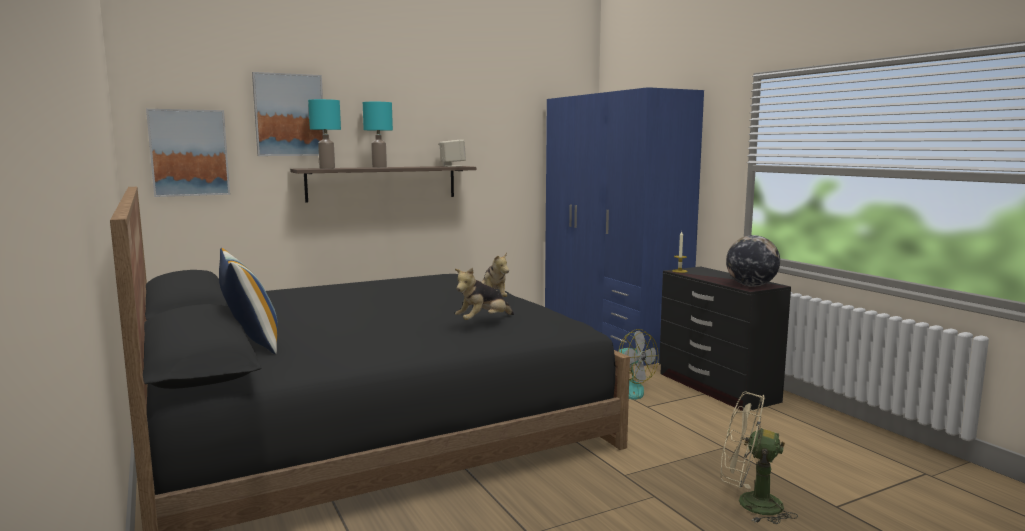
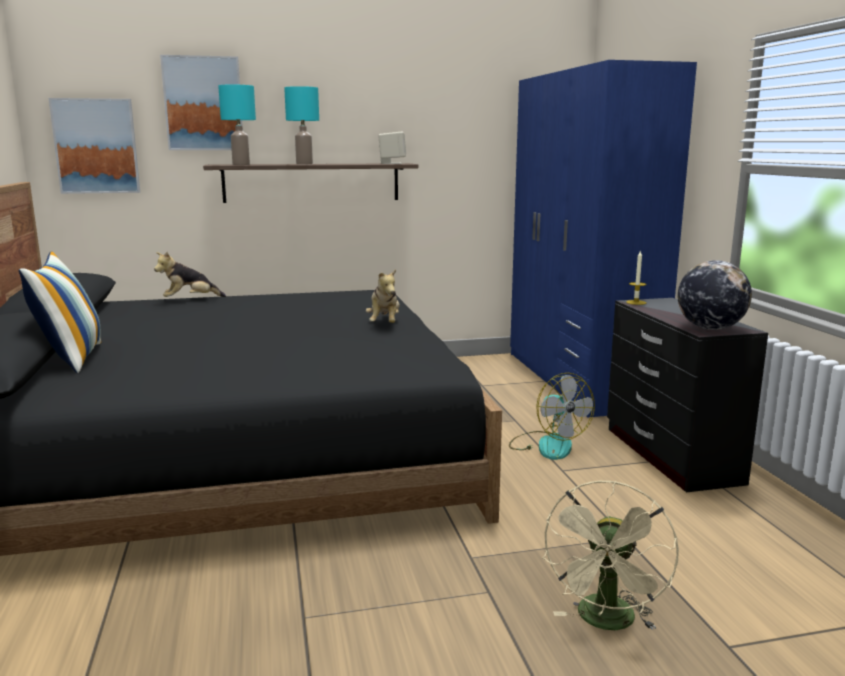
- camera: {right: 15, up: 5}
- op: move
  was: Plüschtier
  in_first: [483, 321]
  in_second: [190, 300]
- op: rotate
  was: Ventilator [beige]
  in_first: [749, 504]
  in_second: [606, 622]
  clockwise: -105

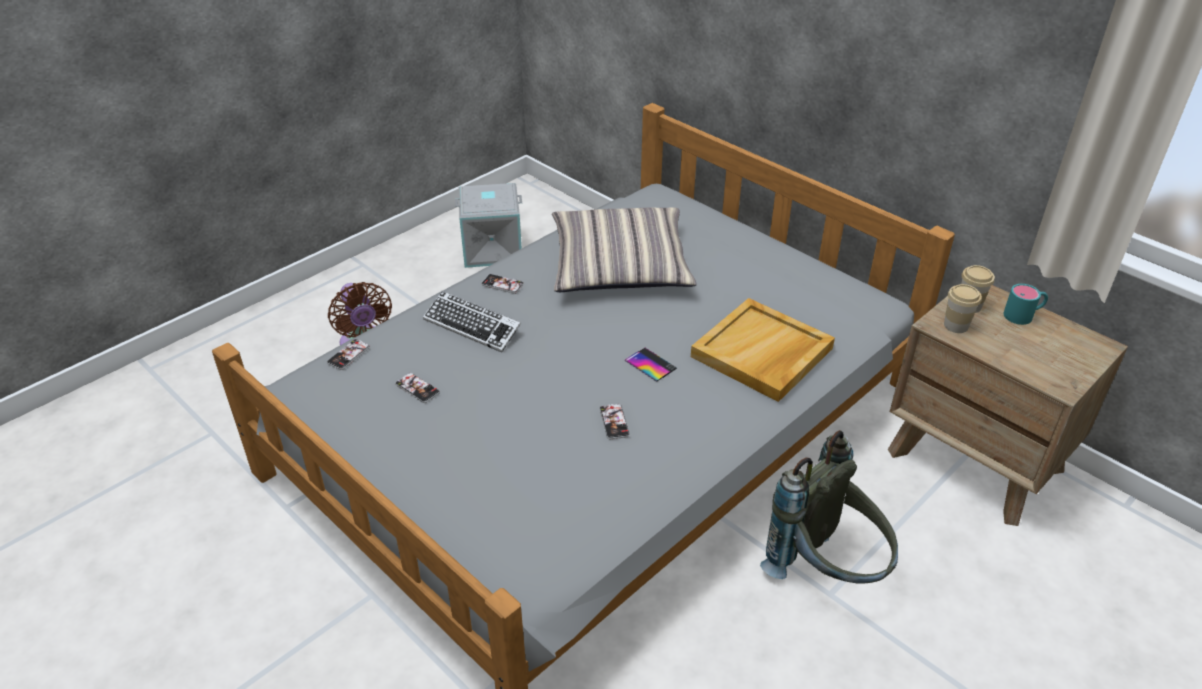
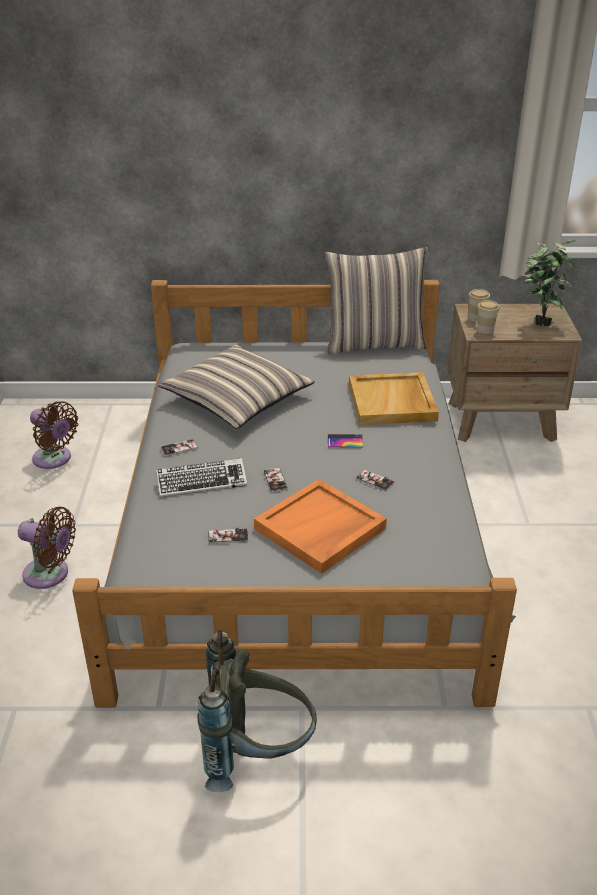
- camera: {right: -45, up: -5}
- op: replace
  was: Aufbewahrungsbox [grau]
  now: Ventilator [braun]
  in_first: [493, 248]
  in_second: [54, 459]
- op: delete
  was: Henkelbecher [türkis]
  in_first: [1024, 315]
- op: move
  was: Handy
  in_first: [348, 355]
  in_second: [275, 481]
- op: move
  was: Rucksack [grau]
  in_first: [827, 571]
  in_second: [257, 754]
- op: insert
  now: Topfpflanze
  in_second: [540, 321]
- op: insert
  now: Kissen
  in_second: [375, 343]
- op: insert
  now: Tablett [orange]
  in_second: [320, 529]

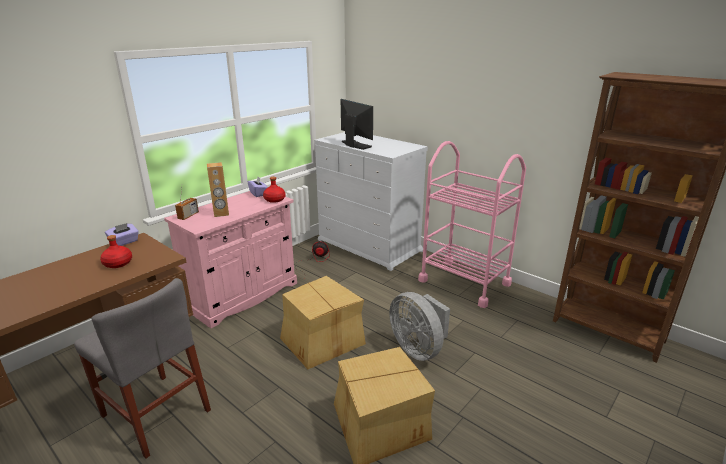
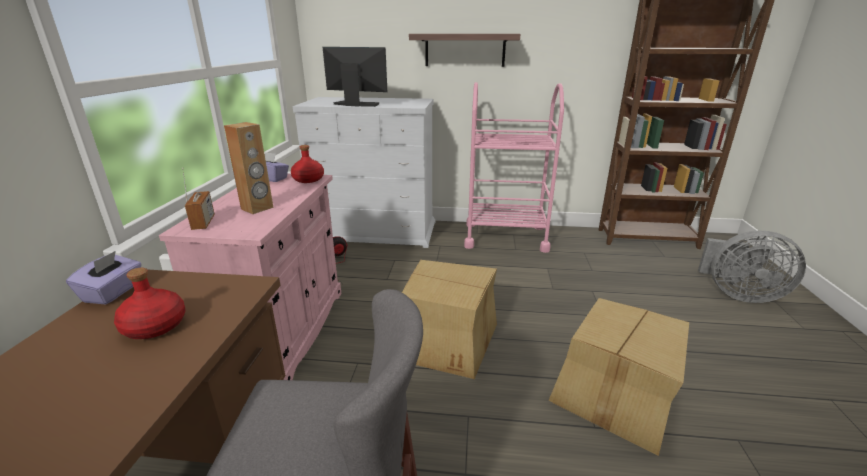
- camera: {right: -35, up: 0}
- op: move
  was: Ventilator [grau]
  in_first: [418, 348]
  in_second: [738, 294]
- op: insert
  now: Wandregal
  in_second: [465, 50]

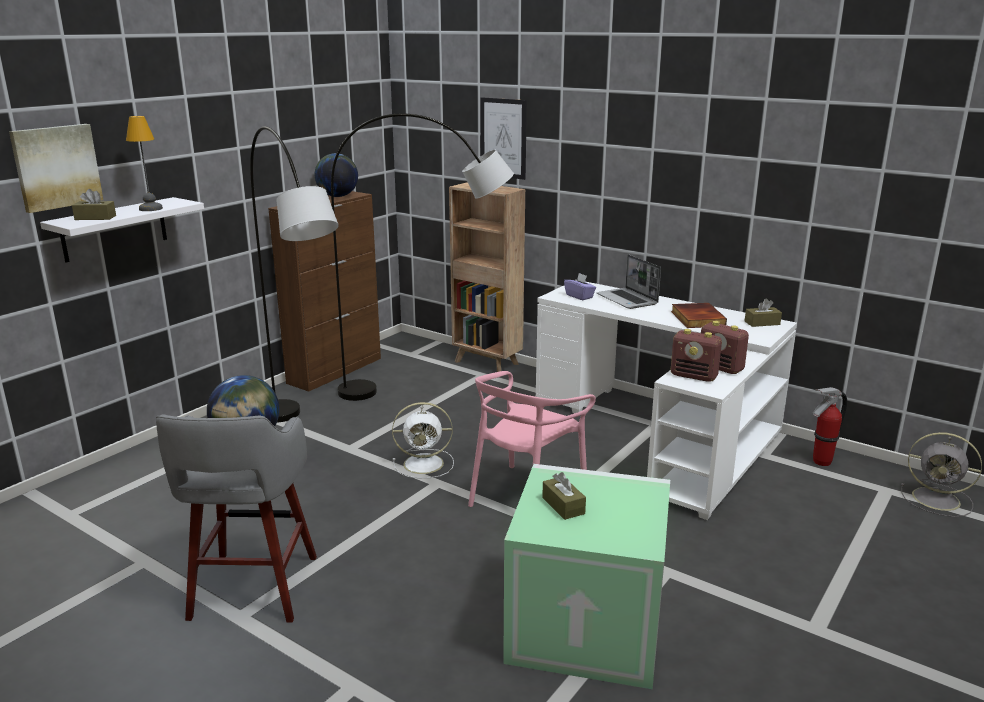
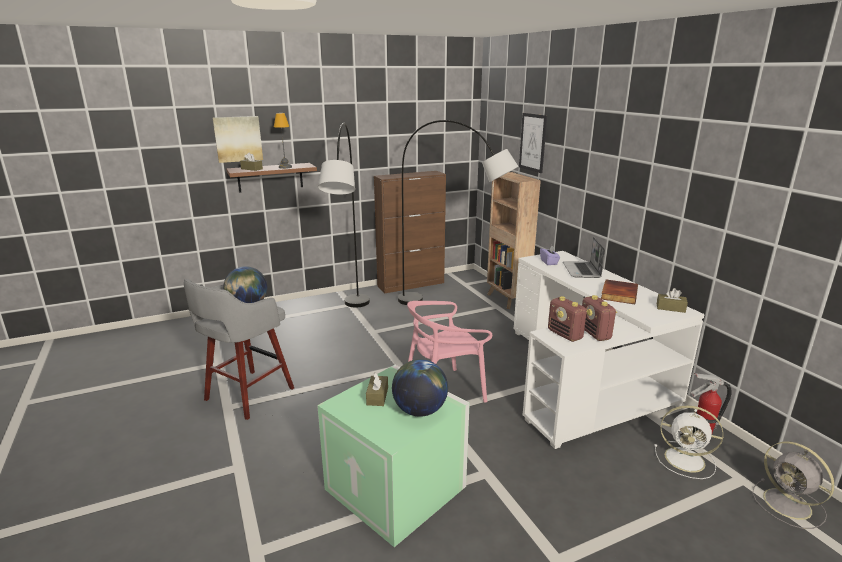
- camera: {right: 30, up: 0}
- op: move
  was: Globus
  in_first: [337, 196]
  in_second: [419, 410]
- op: recolor
  was: Wandregal [weiß]
  now: Wandregal [braun]
  in_first: [114, 229]
  in_second: [270, 177]
- op: move
  was: Ventilator [weiß]
  in_first: [425, 464]
  in_second: [686, 460]

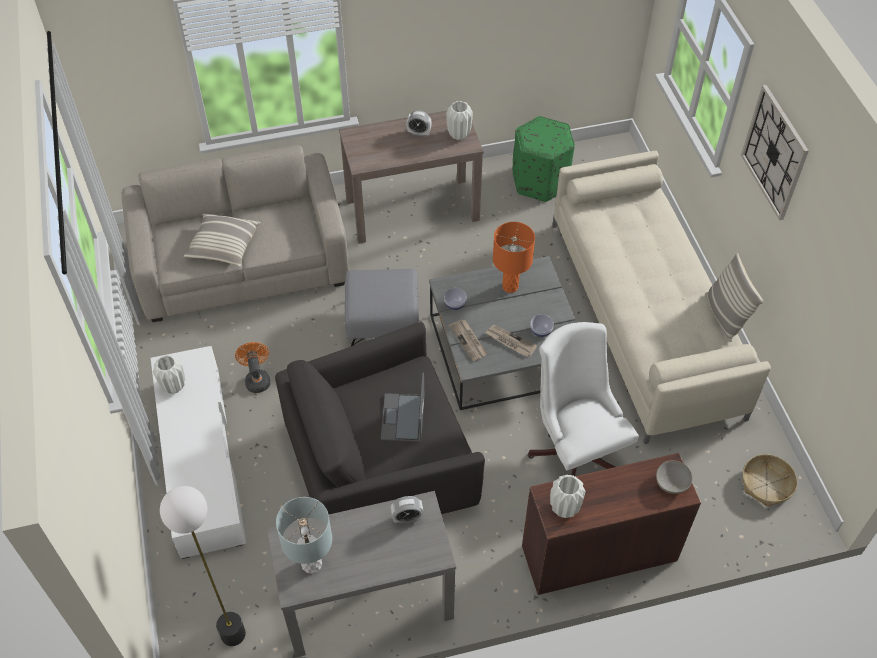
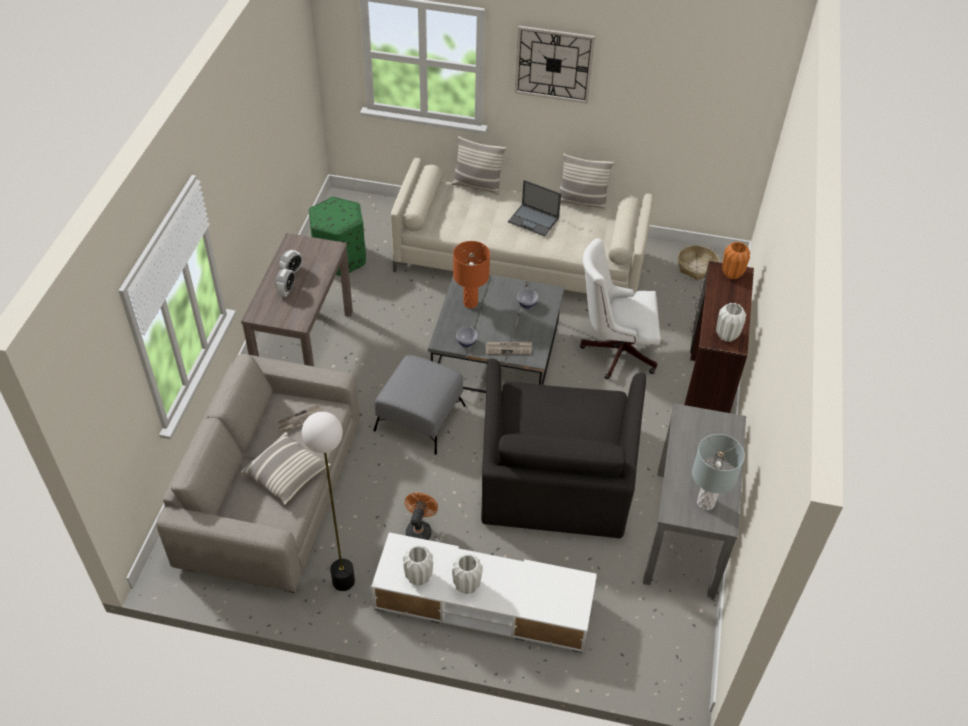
- camera: {right: -65, up: -5}
- op: move
  was: Vase [weiß]
  in_first: [458, 134]
  in_second: [467, 586]
- op: move
  was: Zeitung
  in_first: [510, 342]
  in_second: [301, 420]
- op: rotate
  was: Ventilator [orange]
  in_first: [257, 379]
  in_second: [419, 529]
  clockwise: 90
- op: move
  was: Laptop
  in_first: [403, 418]
  in_second: [534, 220]
- op: replace
  was: Schüssel [grau]
  now: Vase [orange]
  in_first: [672, 483]
  in_second: [732, 274]
- op: move
  was: Stehlampe
  in_first: [232, 634]
  in_second: [343, 581]
- op: move
  was: Wecker
  in_first: [407, 518]
  in_second: [286, 291]
- op: insert
  now: Kissen
  in_second: [477, 186]

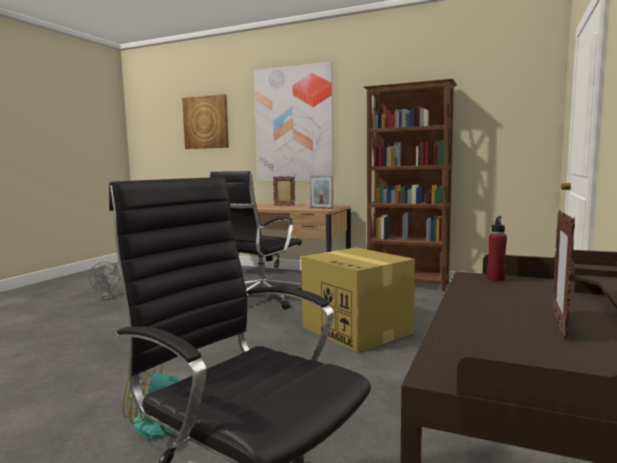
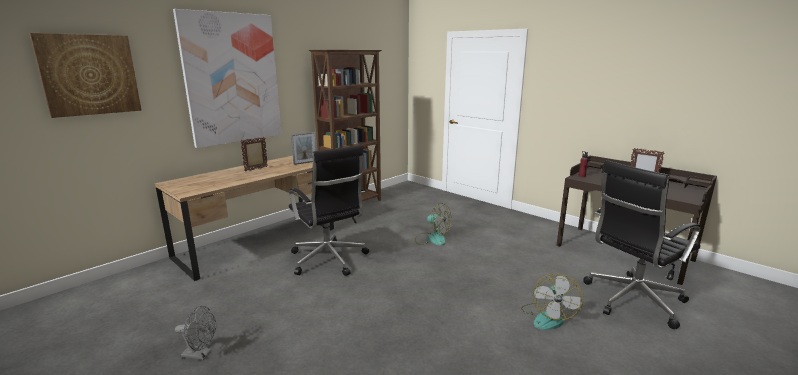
- camera: {right: -70, up: 10}
- op: replace
  was: Karton
  now: Ventilator
  in_first: [358, 330]
  in_second: [432, 238]

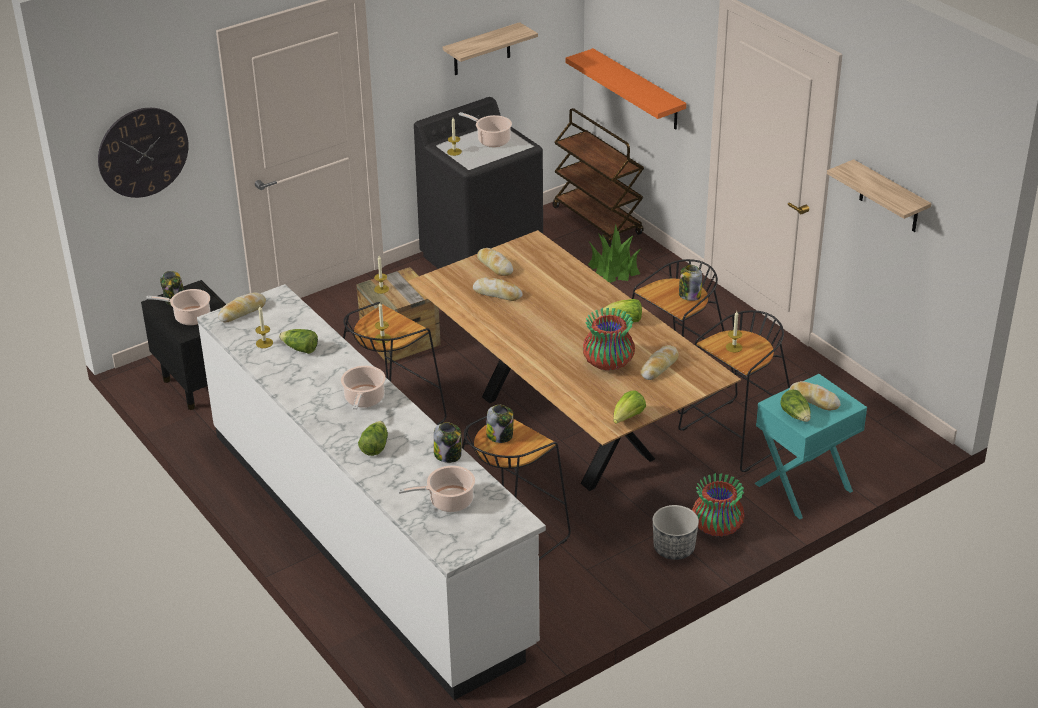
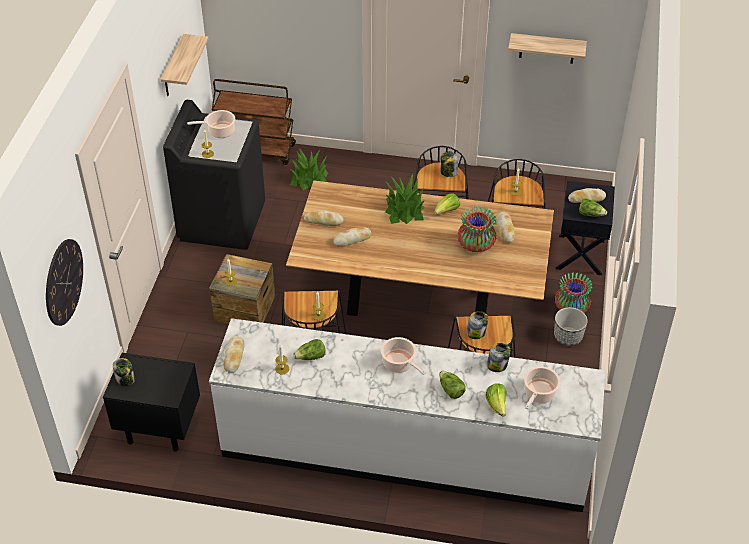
- camera: {right: -45, up: 10}
- op: delete
  was: Wandregal [orange]
  in_first: [638, 90]
- op: delete
  was: Kochtopf
  in_first: [190, 317]
- op: recolor
  was: Nachttisch [türkis]
  now: Nachttisch [schwarz]
  in_first: [804, 488]
  in_second: [581, 255]
- op: move
  was: Salatkopf
  in_first: [627, 418]
  in_second: [497, 405]
- op: insert
  now: Topfpflanze
  in_second: [404, 209]

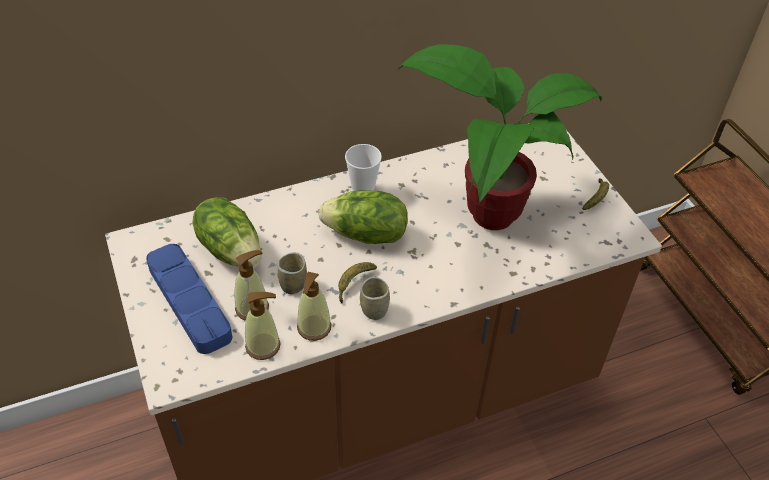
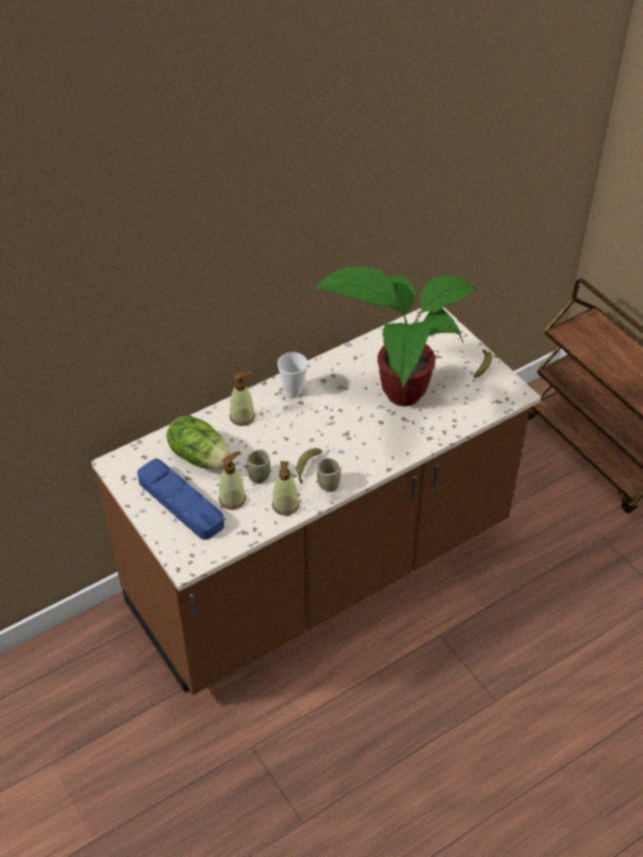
- camera: {right: -10, up: 0}
- op: delete
  was: Salatkopf
  in_first: [366, 235]
- op: move
  was: Seifenspender
  in_first: [263, 346]
  in_second: [242, 417]

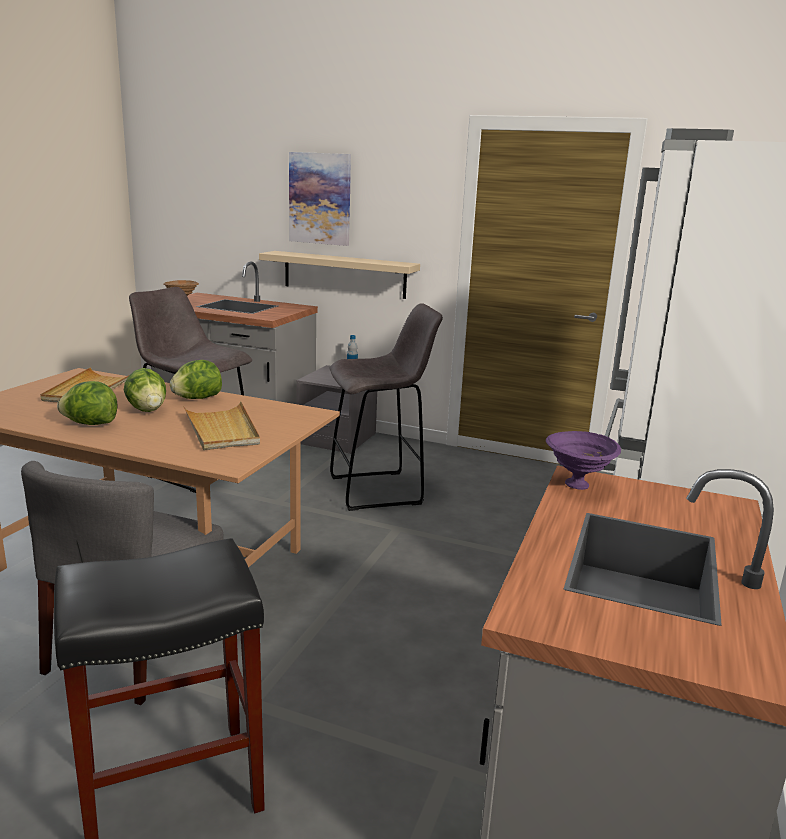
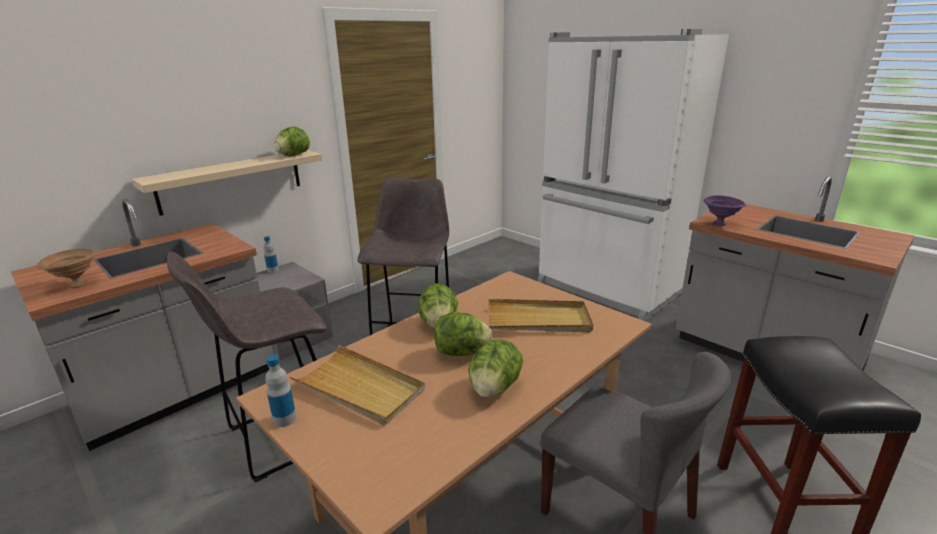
- camera: {right: -65, up: 5}
- op: delete
  was: Bild
  in_first: [320, 199]
- op: insert
  now: Salatkopf
  in_second: [293, 155]
- op: insert
  now: Flasche
  in_second: [284, 419]

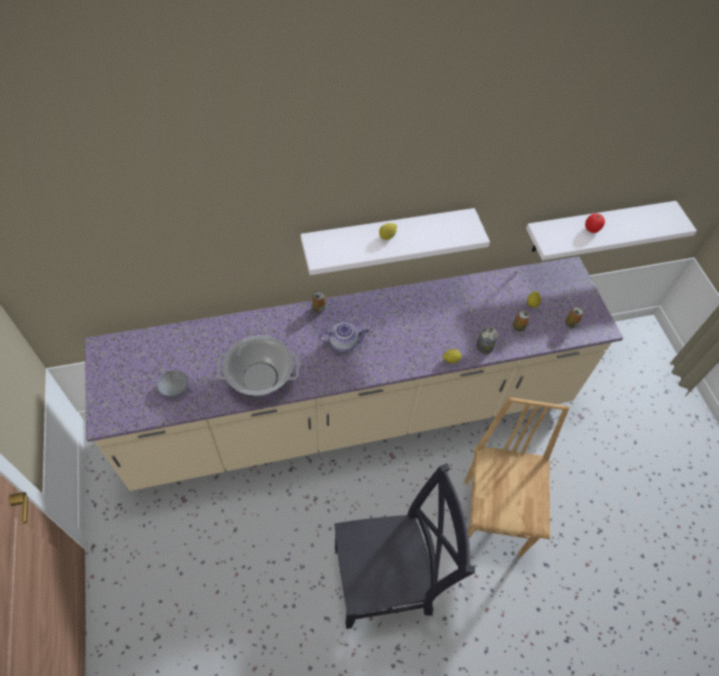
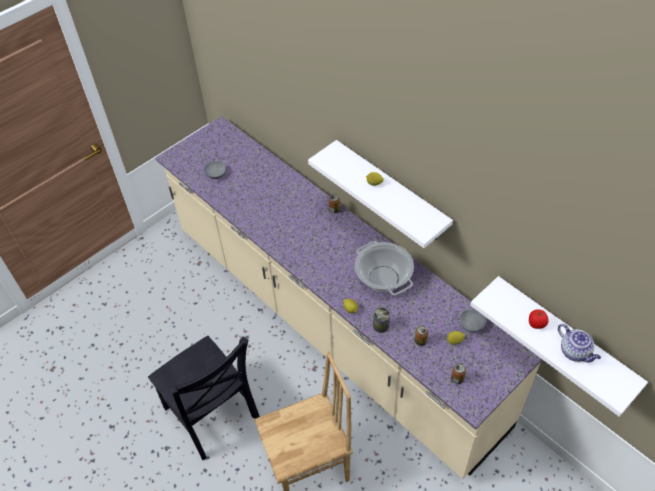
- camera: {right: 65, up: -5}
- op: move
  was: Teekanne
  in_first: [344, 343]
  in_second: [575, 352]
- op: move
  was: Kochtopf
  in_first: [260, 377]
  in_second: [384, 279]
- op: insert
  now: Schüssel [grau]
  in_second: [472, 325]

